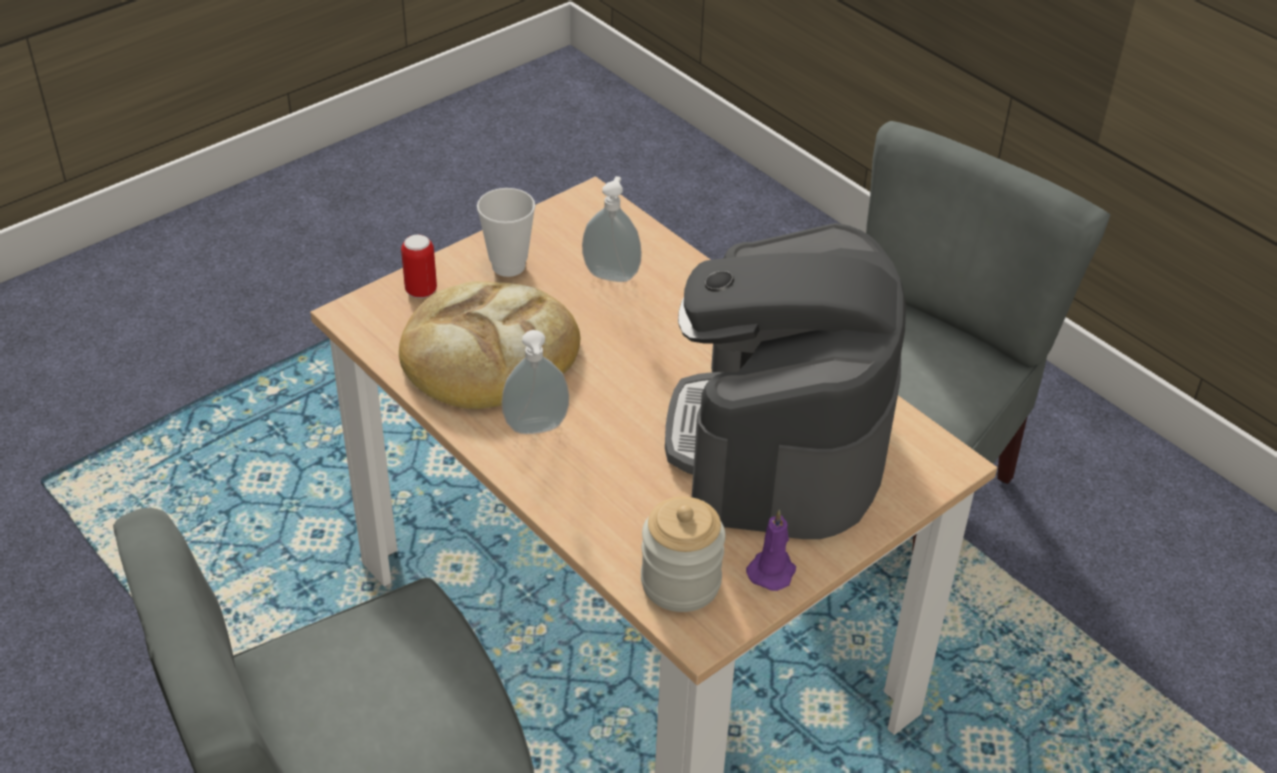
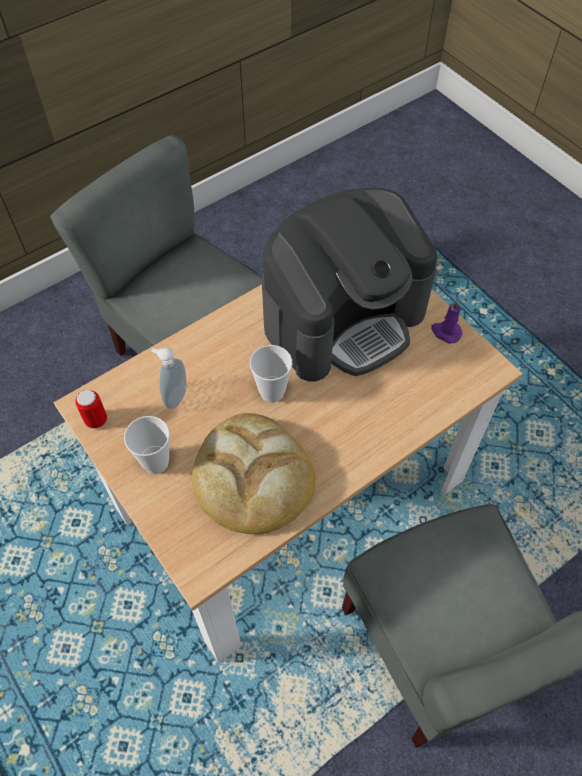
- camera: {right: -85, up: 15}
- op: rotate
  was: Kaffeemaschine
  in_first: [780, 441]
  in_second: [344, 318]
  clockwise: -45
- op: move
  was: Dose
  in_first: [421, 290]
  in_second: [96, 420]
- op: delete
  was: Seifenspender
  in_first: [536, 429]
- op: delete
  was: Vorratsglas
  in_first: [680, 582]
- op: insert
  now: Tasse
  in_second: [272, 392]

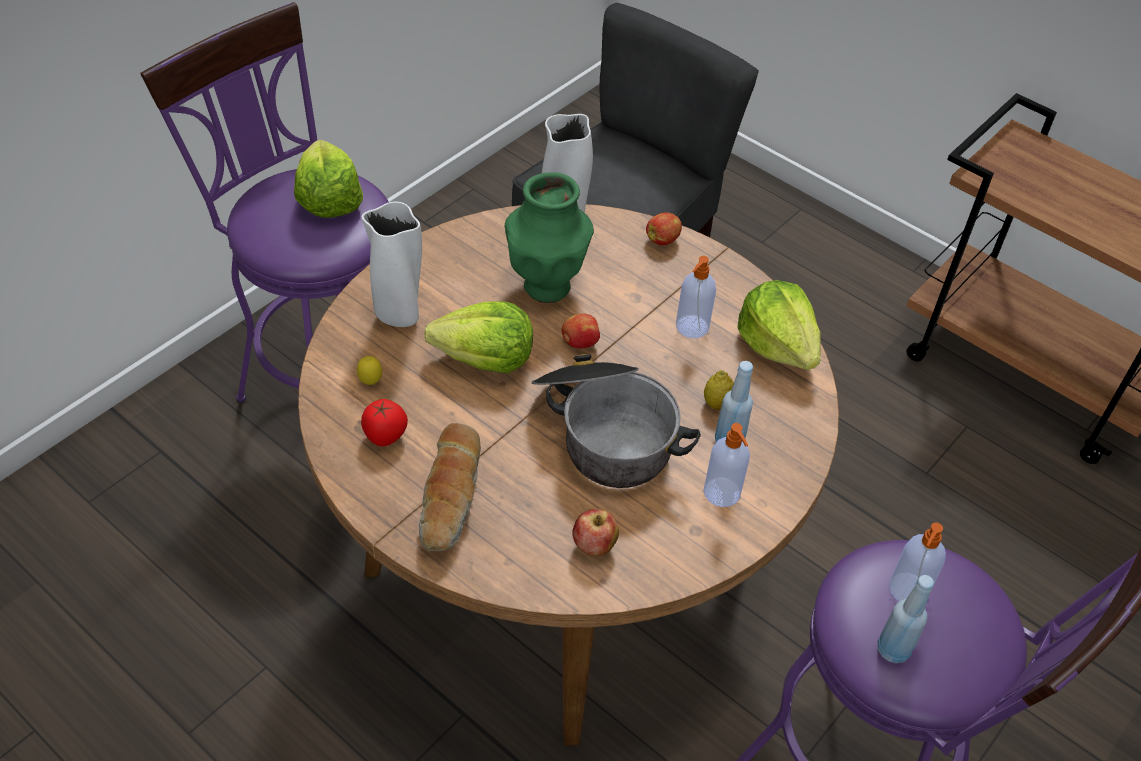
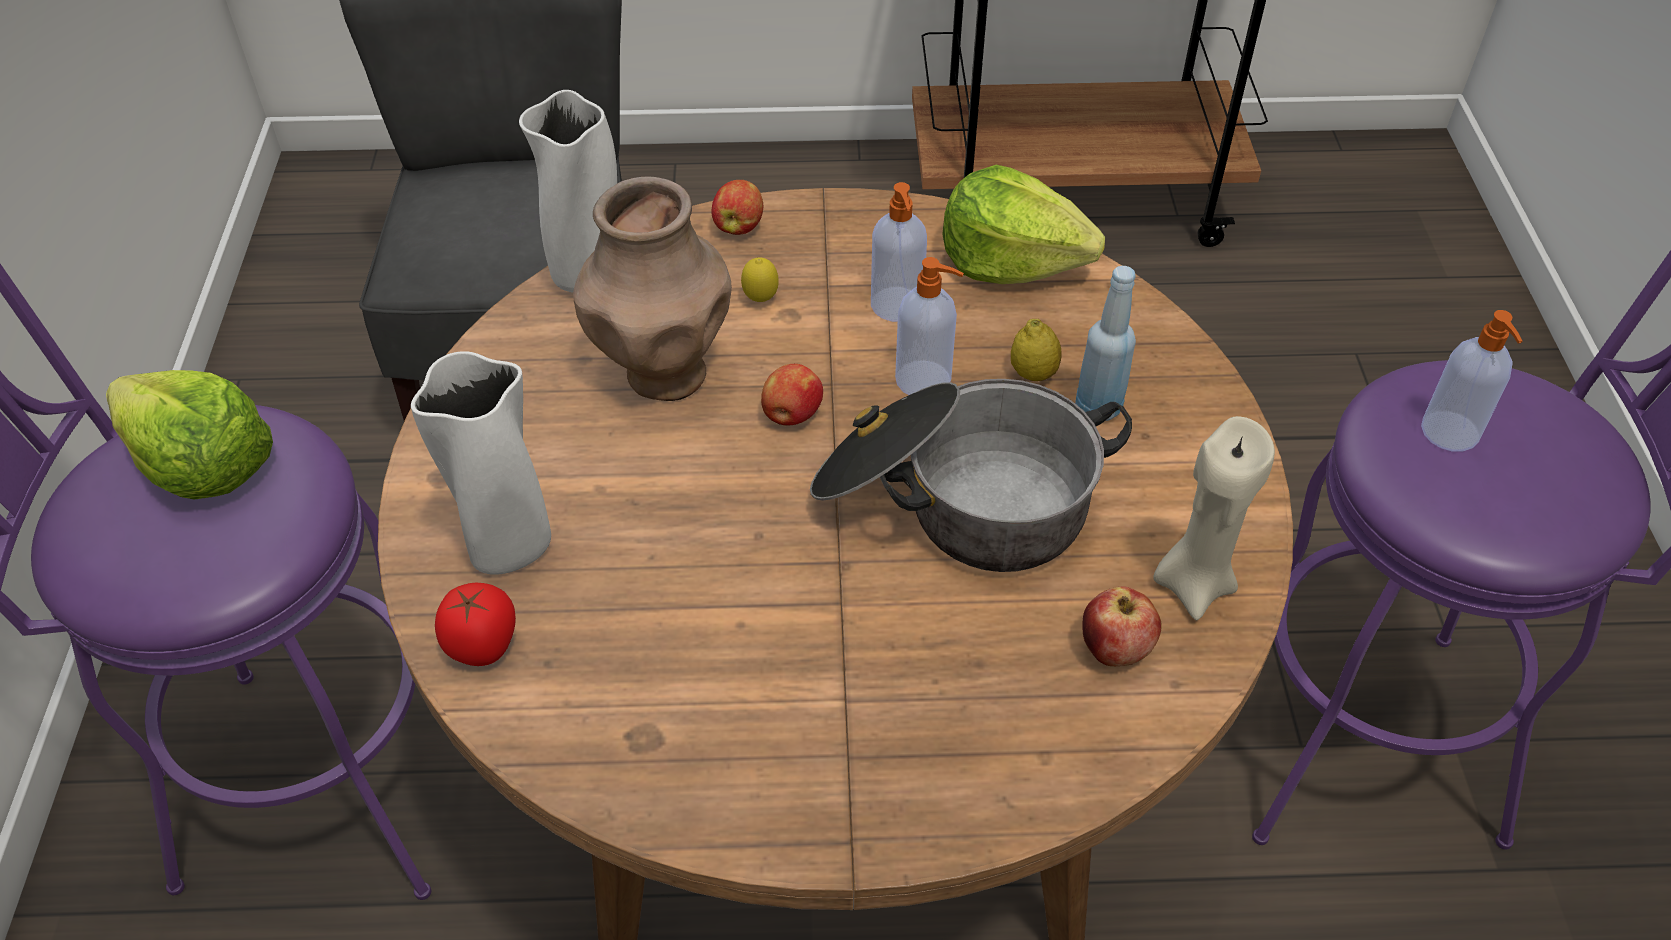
- camera: {right: -40, up: 0}
- op: recolor
  was: Vase [grün]
  now: Vase [braun]
  in_first: [547, 285]
  in_second: [664, 373]
- op: delete
  was: Salatkopf
  in_first: [485, 359]
- op: move
  was: Zitrone
  in_first: [370, 382]
  in_second: [760, 300]
- op: move
  was: Tomate
  in_first: [385, 436]
  in_second: [483, 646]
- op: delete
  was: Brot
  in_first: [452, 497]
- op: move
  was: Seifenspender
  in_first: [722, 493]
  in_second: [925, 380]
- op: delete
  was: Flasche [blau]
  in_first: [892, 649]
- op: insert
  now: Kerze [beige]
  in_second: [1193, 583]

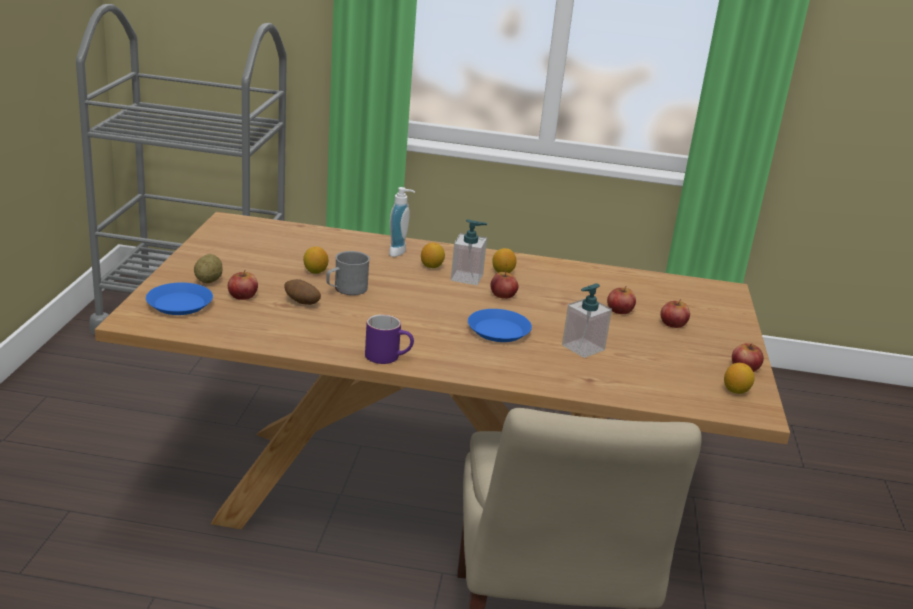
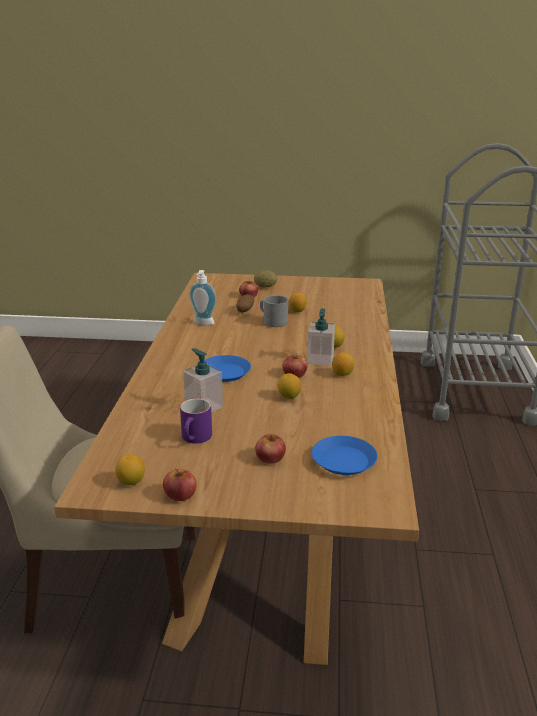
- camera: {right: 90, up: 0}
- op: move
  was: Seifenspender
  in_first: [400, 252]
  in_second: [202, 323]
- op: move
  was: Teller [blau]
  in_first: [179, 304]
  in_second: [344, 460]
- op: delete
  was: Apfel
  in_first: [619, 310]
- op: move
  was: Henkelbecher [lila]
  in_first: [389, 356]
  in_second: [196, 439]
- op: insert
  now: Zitrone
  in_second: [289, 396]

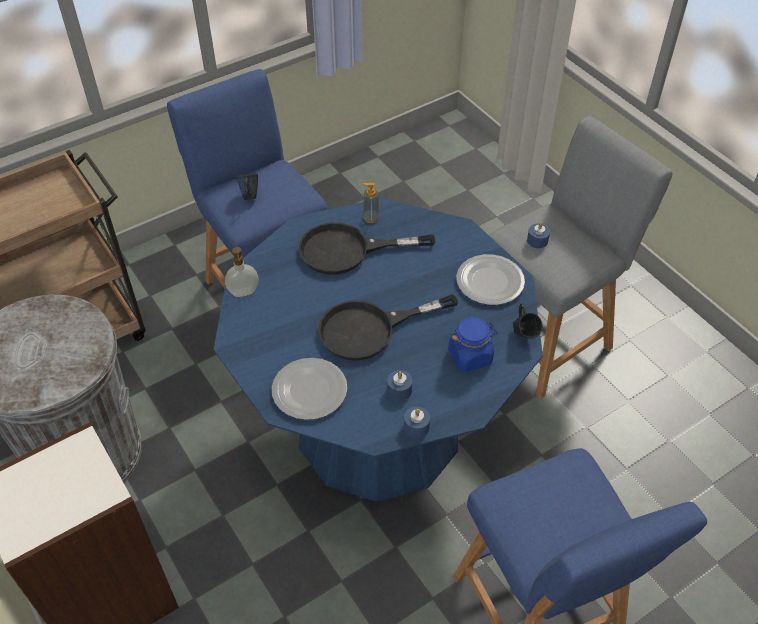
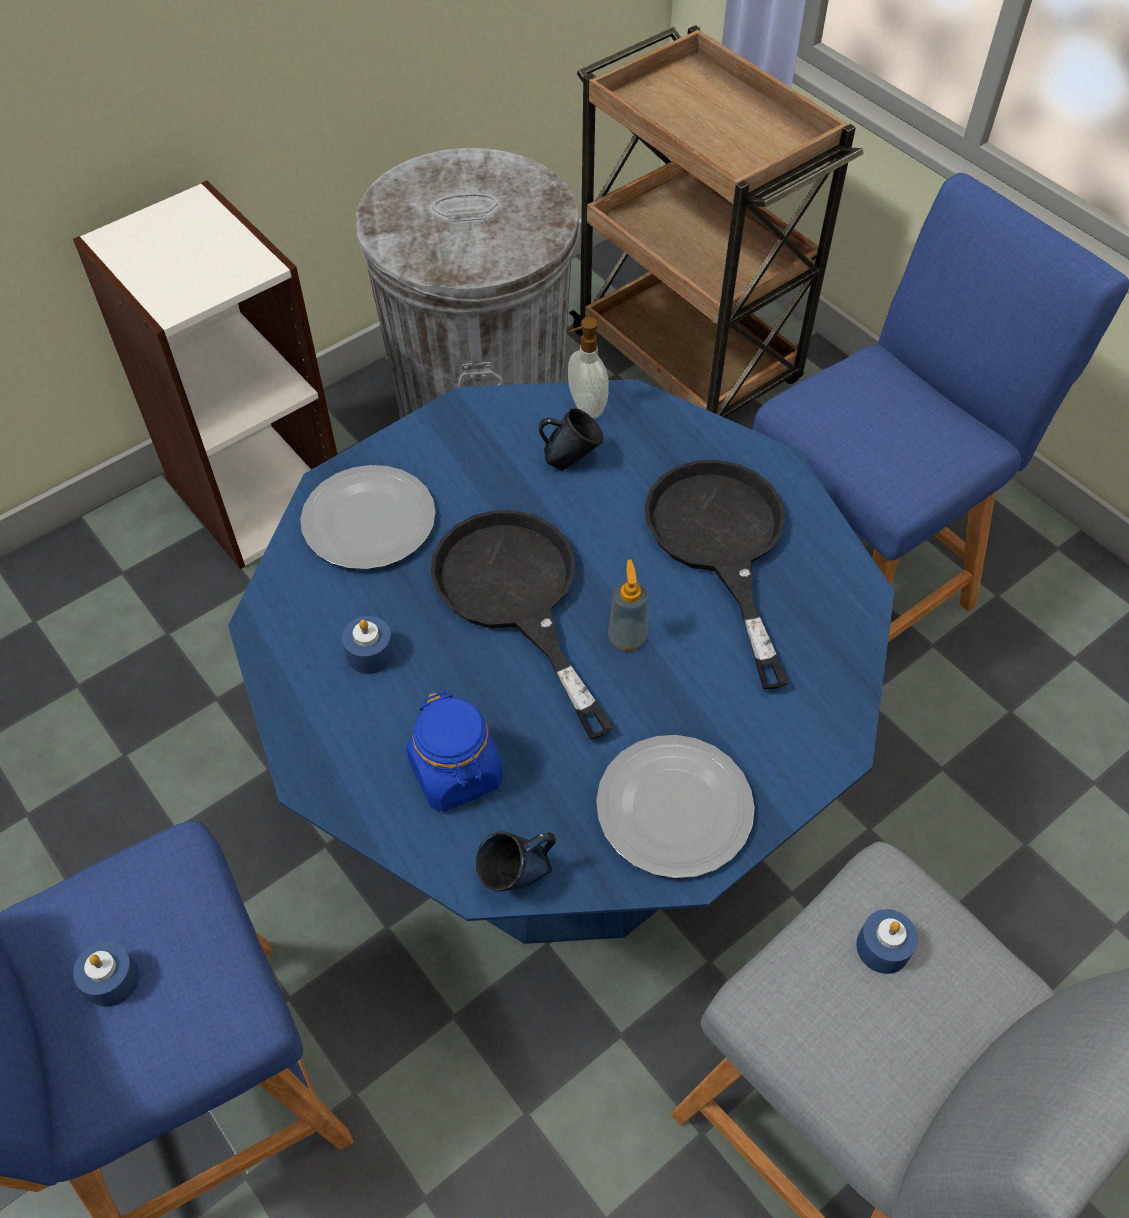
- camera: {right: 85, up: 5}
- op: move
  was: Henkelbecher [blau]
  in_first: [249, 196]
  in_second: [570, 460]
- op: move
  was: Seifenspender
  in_first: [371, 218]
  in_second: [627, 637]
- op: move
  was: Kerze [blau]
  in_first: [416, 426]
  in_second: [112, 979]

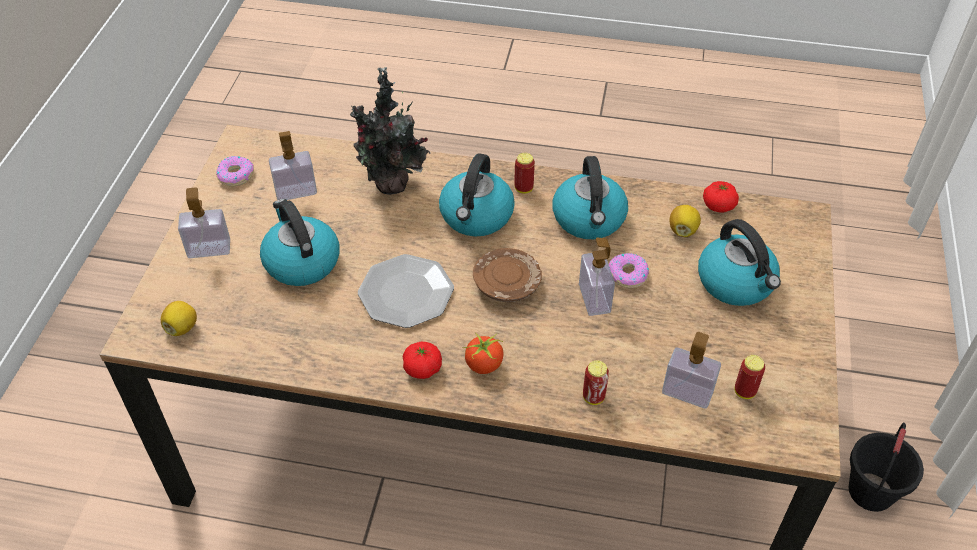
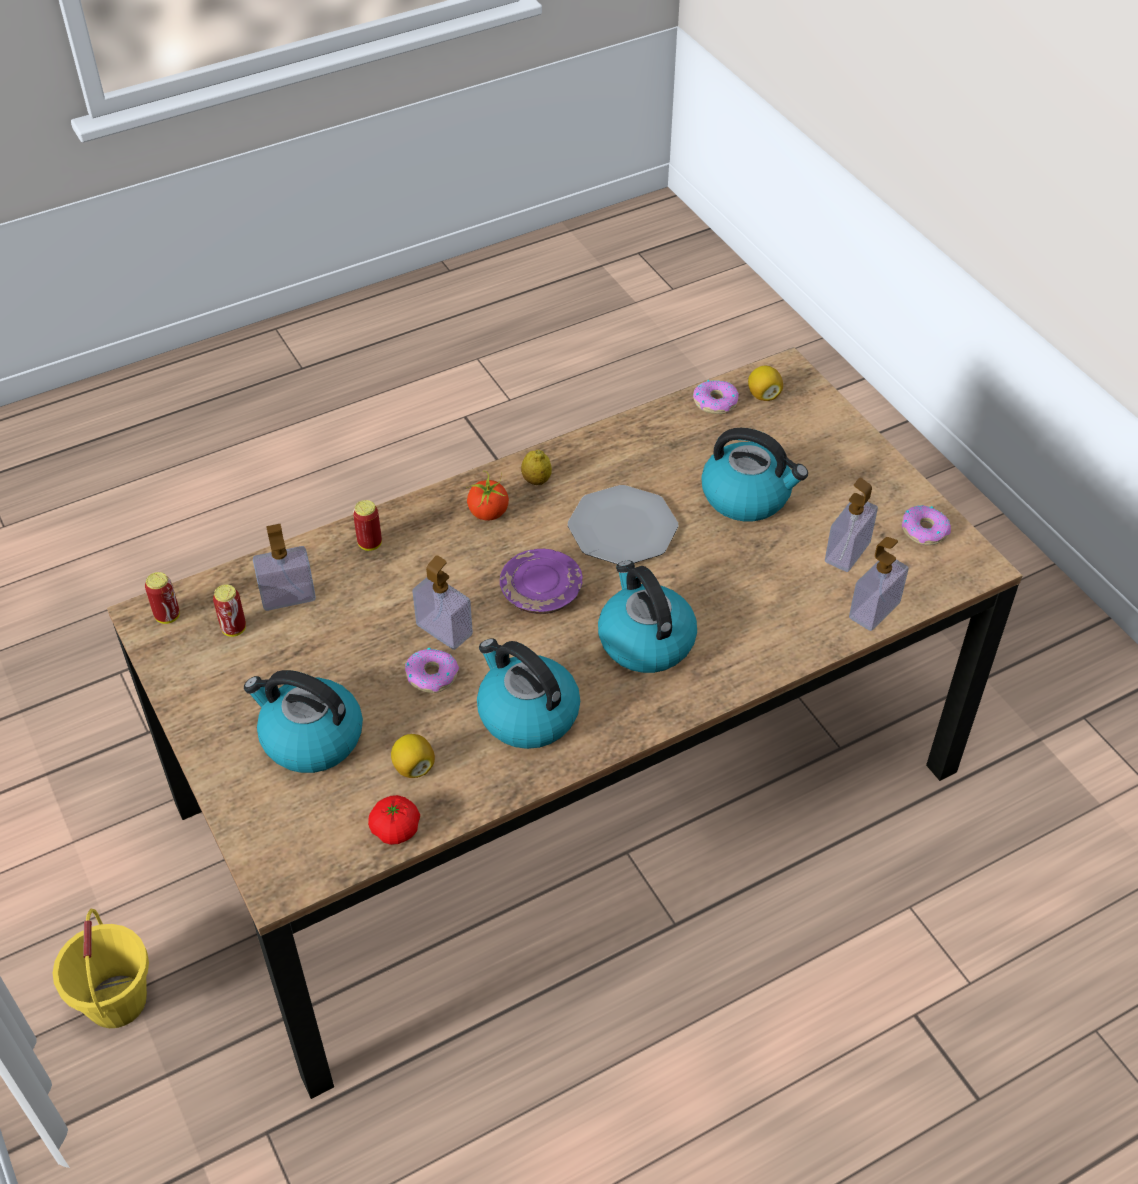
- camera: {right: 140, up: 0}
- op: delete
  was: Topfpflanze
  in_first: [391, 186]
- op: move
  was: Dose
  in_first: [523, 188]
  in_second: [167, 616]
- op: move
  was: Seifenspender
  in_first: [209, 249]
  in_second: [874, 610]
- op: recolor
  was: Teller [braun]
  now: Teller [lila]
  in_first: [507, 283]
  in_second: [541, 592]
- op: replace
  was: Tomate
  now: Zitrone
  in_first: [422, 368]
  in_second: [536, 480]
- op: recolor
  was: Eimer [schwarz]
  now: Eimer [gelb]
  in_first: [871, 492]
  in_second: [116, 1000]
- op: insert
  now: Donut
  in_second: [715, 402]

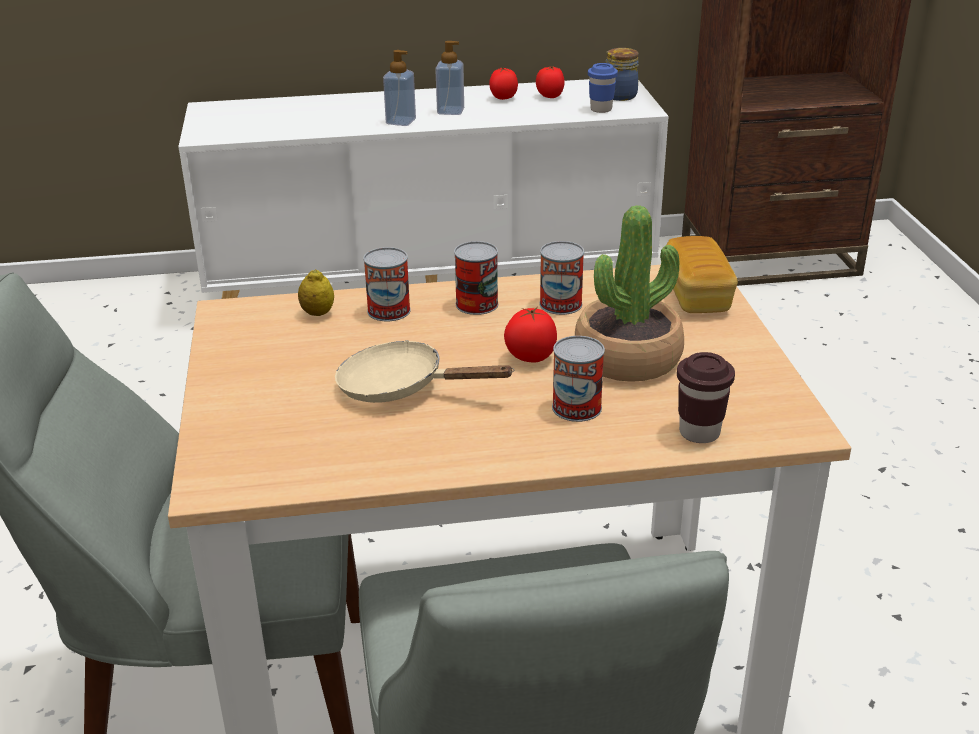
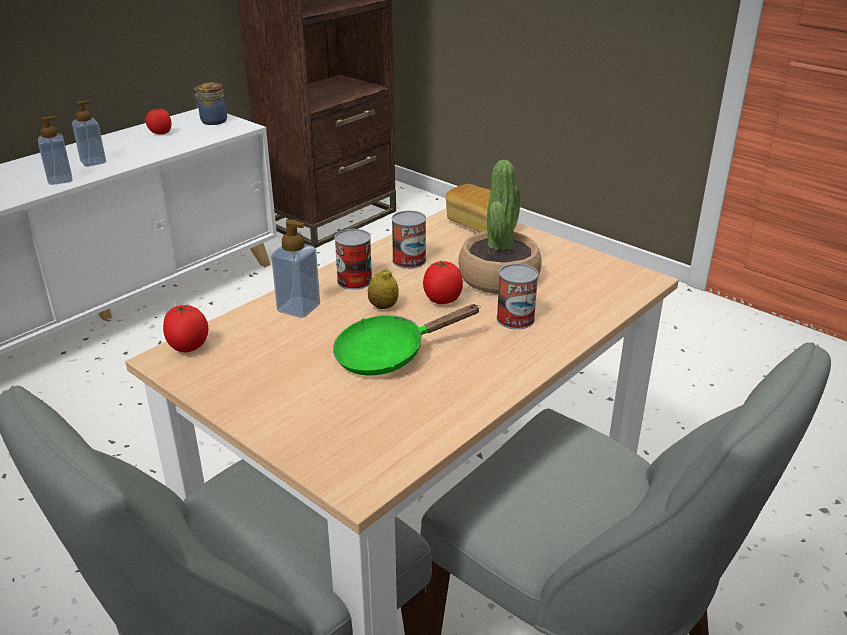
- camera: {right: -40, up: 0}
- op: delete
  was: Tasse [blau]
  in_first: [601, 109]
- op: move
  was: Tomate
  in_first: [503, 98]
  in_second: [188, 348]
- op: replace
  was: Dose
  now: Seifenspender
  in_first: [389, 310]
  in_second: [298, 308]
- op: move
  was: Zitrone
  in_first: [317, 313]
  in_second: [383, 306]
- op: recolor
  was: Pfanne [beige]
  now: Pfanne [grün]
  in_first: [401, 387]
  in_second: [389, 354]
- op: delete
  was: Tasse [braun]
  in_first: [699, 432]

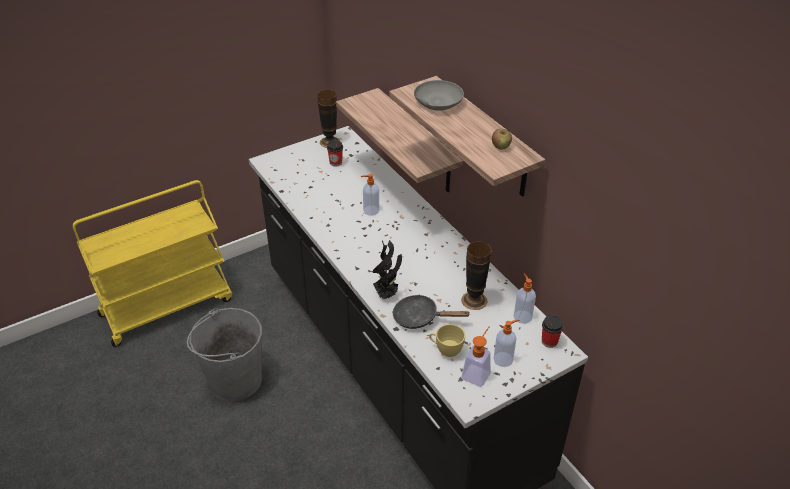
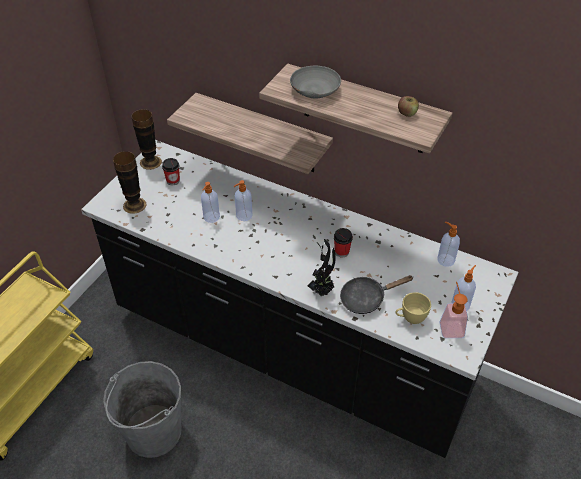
- camera: {right: -30, up: 5}
- op: move
  was: Vase
  in_first: [474, 300]
  in_second: [134, 205]
- op: move
  was: Tasse
  in_first: [549, 341]
  in_second: [341, 252]
- op: insert
  now: Seifenspender
  in_second: [211, 217]

